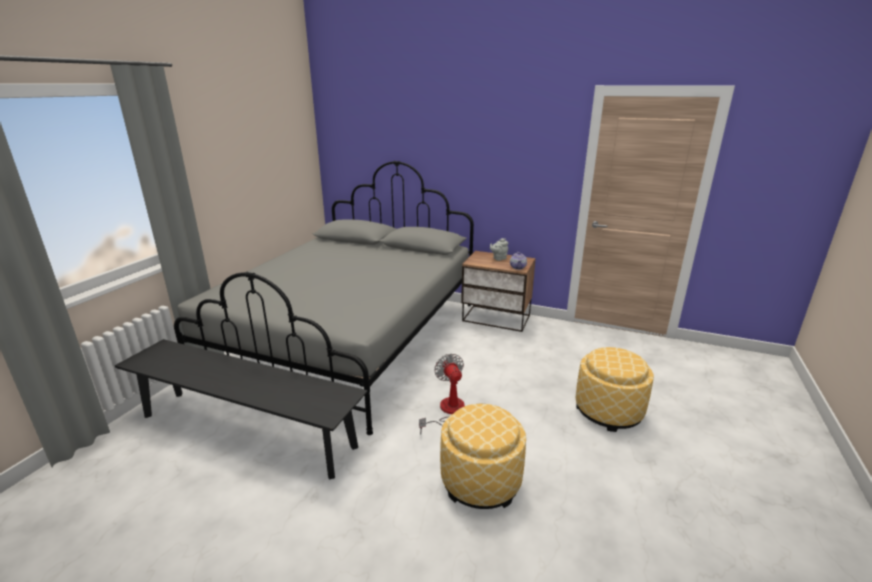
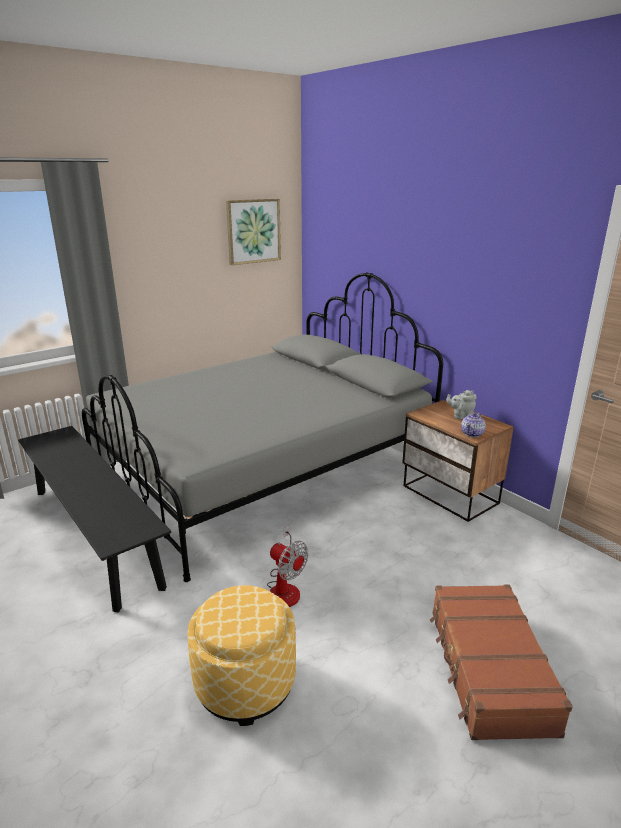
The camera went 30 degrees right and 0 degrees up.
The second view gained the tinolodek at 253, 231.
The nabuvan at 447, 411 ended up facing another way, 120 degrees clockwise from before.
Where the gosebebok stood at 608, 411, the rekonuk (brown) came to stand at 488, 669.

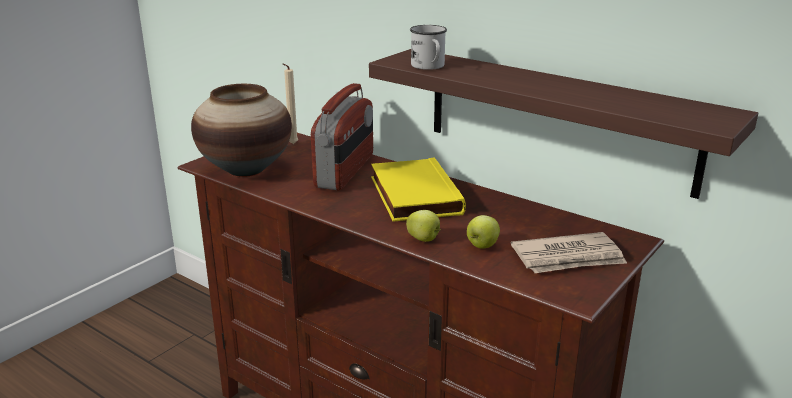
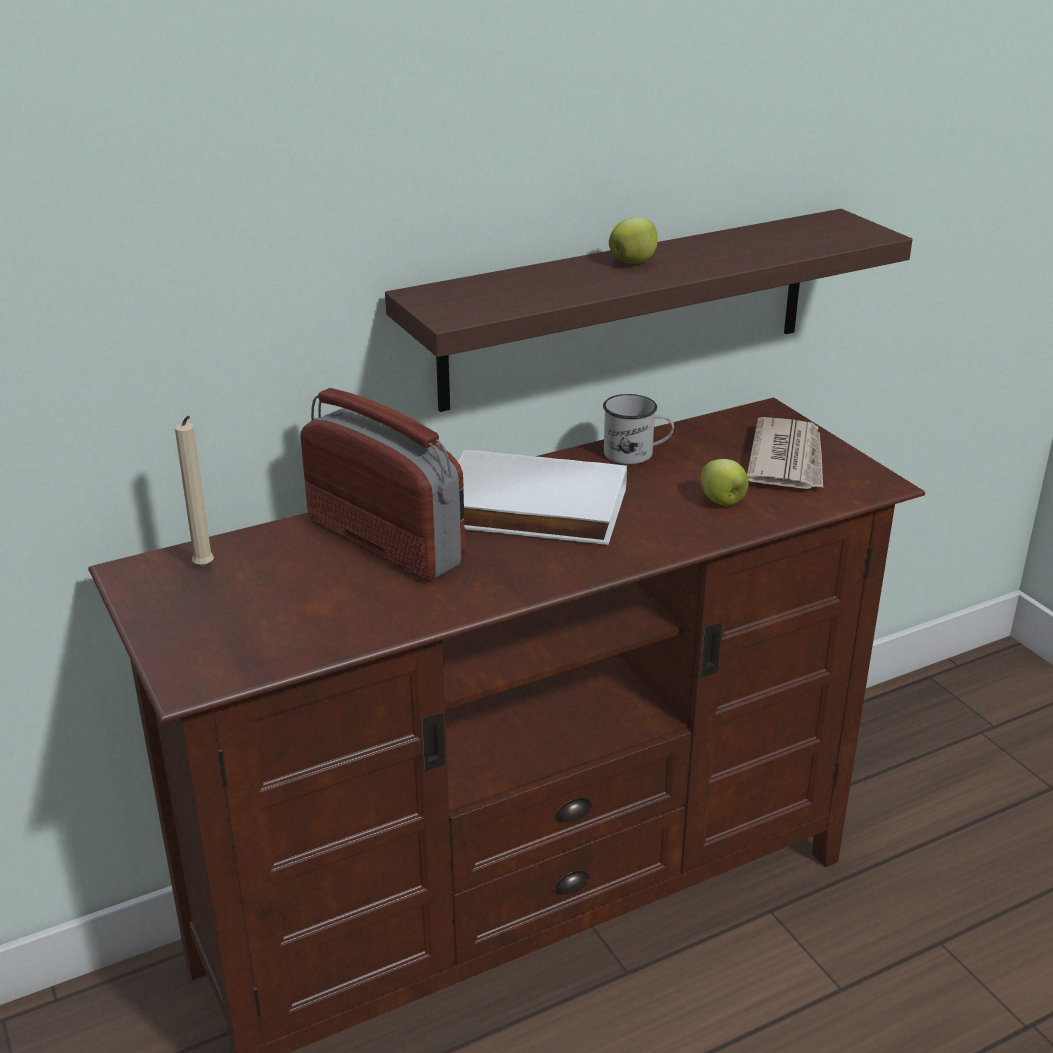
The camera went 65 degrees left and 5 degrees up.
What was the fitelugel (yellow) at 412, 195 turned into the fitelugel (white) at 531, 510.
The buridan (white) ended up elsewhere, having gone from 429, 67 to 636, 454.
The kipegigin ended up elsewhere, having gone from 424, 239 to 633, 262.
The second view lost the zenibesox at 245, 170.

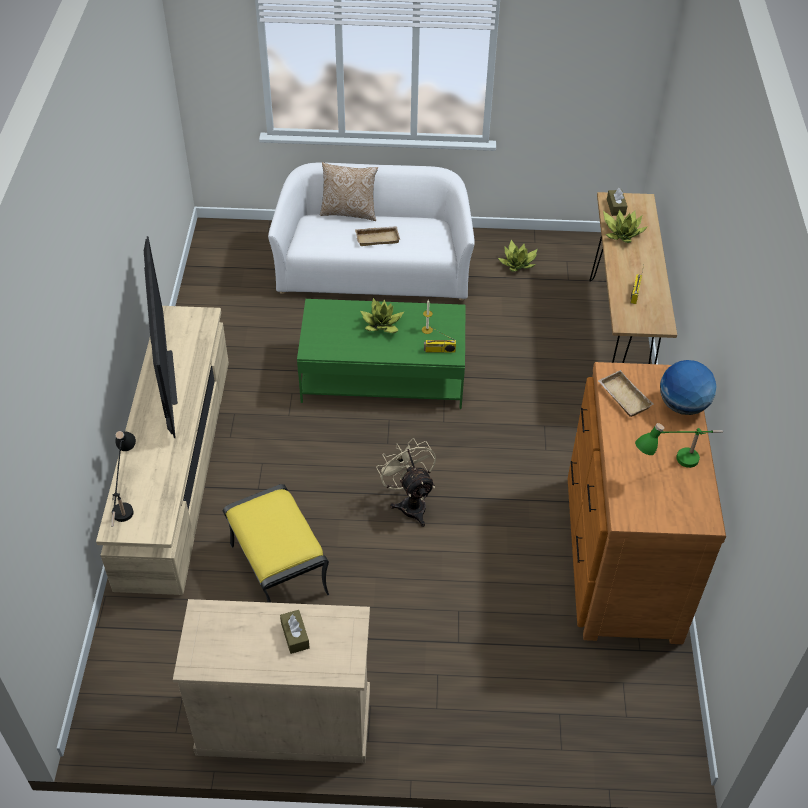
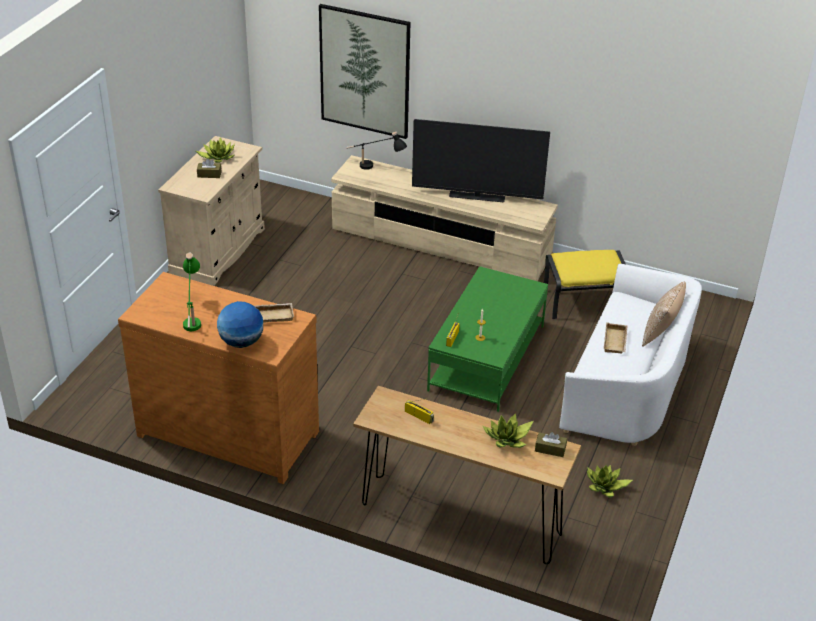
The camera went 110 degrees right and 10 degrees down.
The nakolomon ended up elsewhere, having gone from 382, 325 to 217, 157.
The second view gained the tinolodek at 365, 71.
The gosebebok (yellow) ended up elsewhere, having gone from 277, 568 to 583, 301.
The second view lost the nabuvan (beige) at 410, 503.

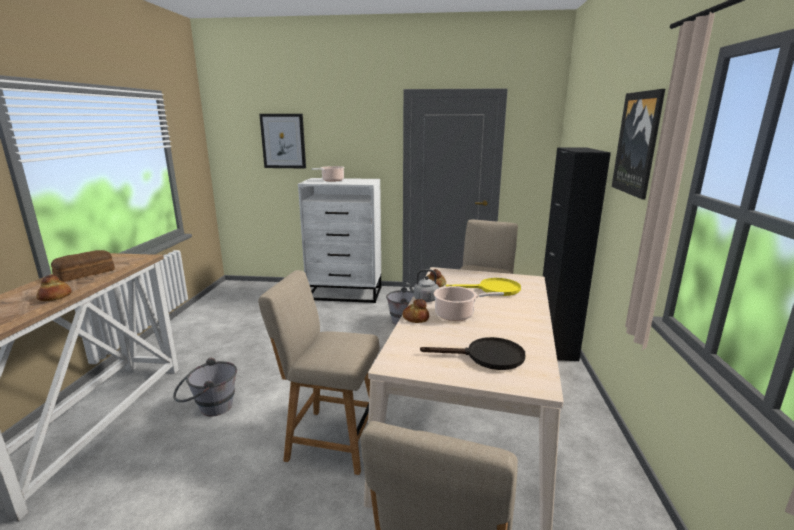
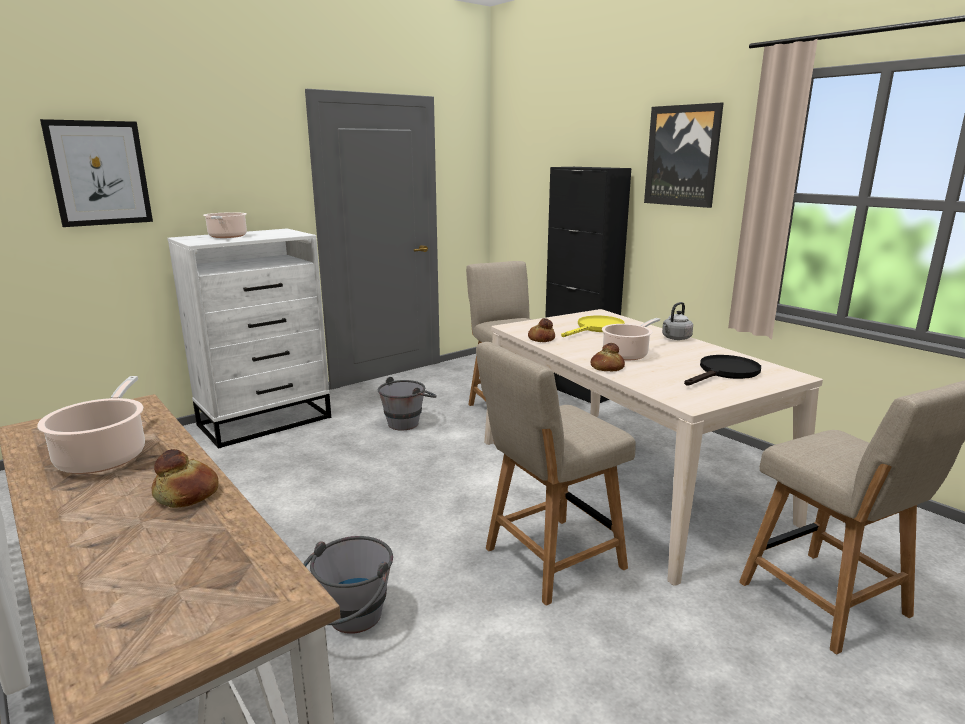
The camera went 45 degrees left and 0 degrees up.
Where the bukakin stood at 86, 273, the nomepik came to stand at 104, 456.
The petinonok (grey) ended up elsewhere, having gone from 424, 299 to 675, 338.

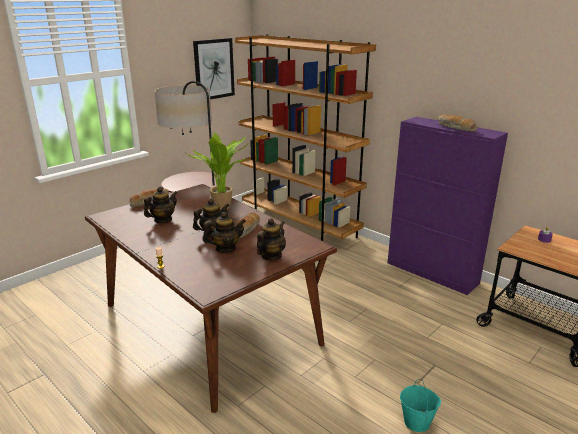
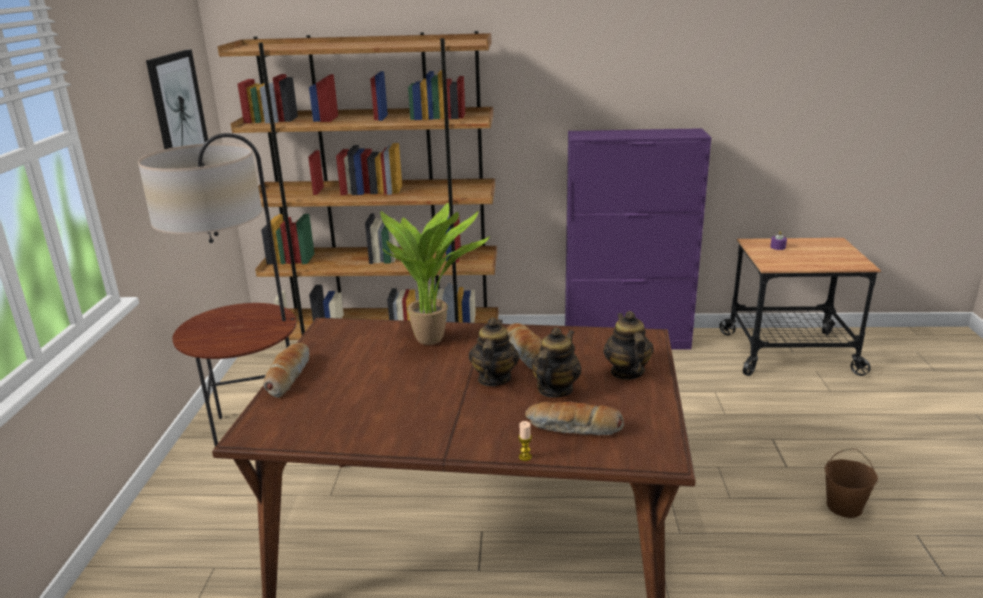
The camera went 40 degrees left and 0 degrees up.
The bukakin ended up elsewhere, having gone from 455, 128 to 574, 428.
What was the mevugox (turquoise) at 417, 422 turned into the mevugox (brown) at 844, 506.
The second view lost the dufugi at 163, 220.

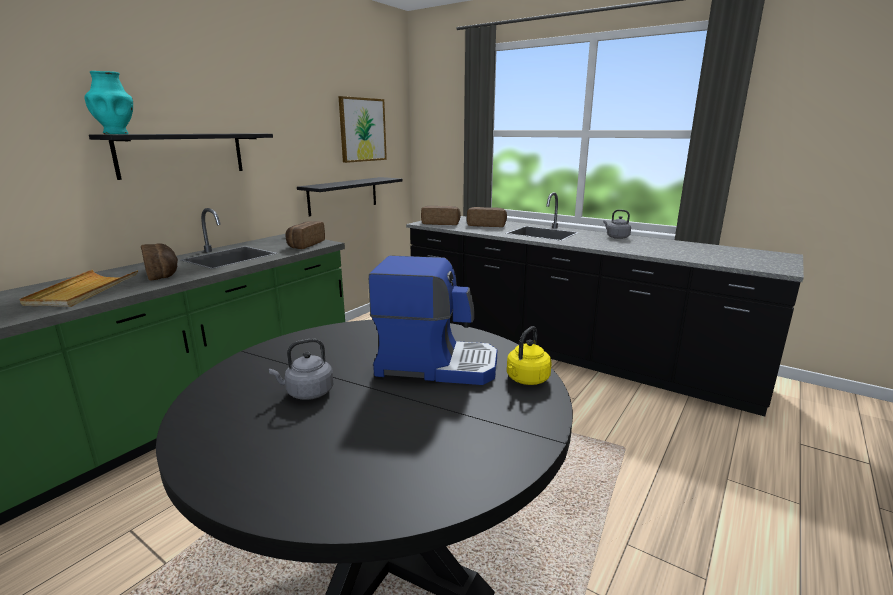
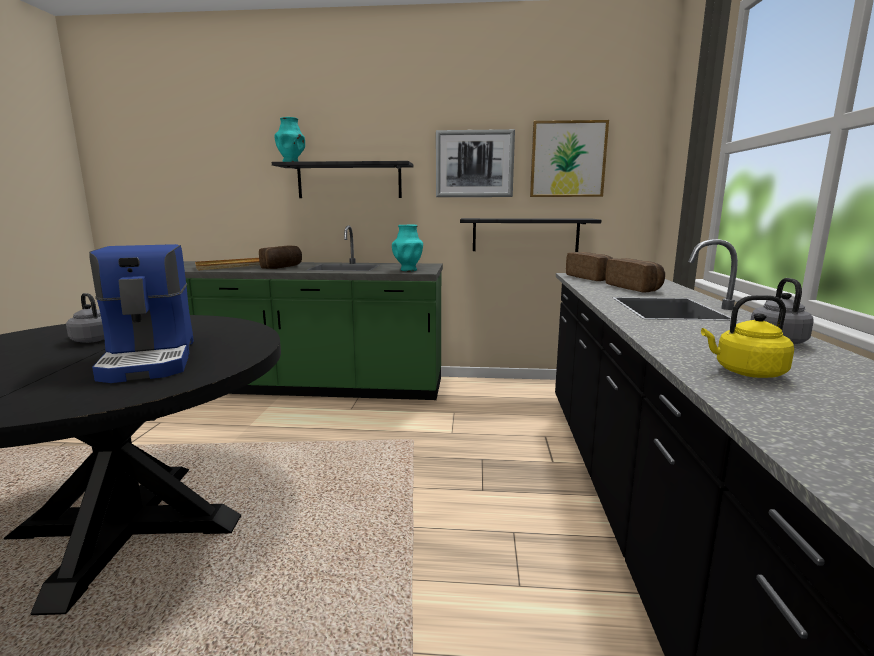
The camera went 60 degrees right and 5 degrees down.
Where the bukakin stood at 304, 244, the zenibesox (turquoise) came to stand at 408, 270.
The second view gained the tinolodek at 474, 164.
The petinonok (yellow) ended up elsewhere, having gone from 526, 380 to 746, 372.

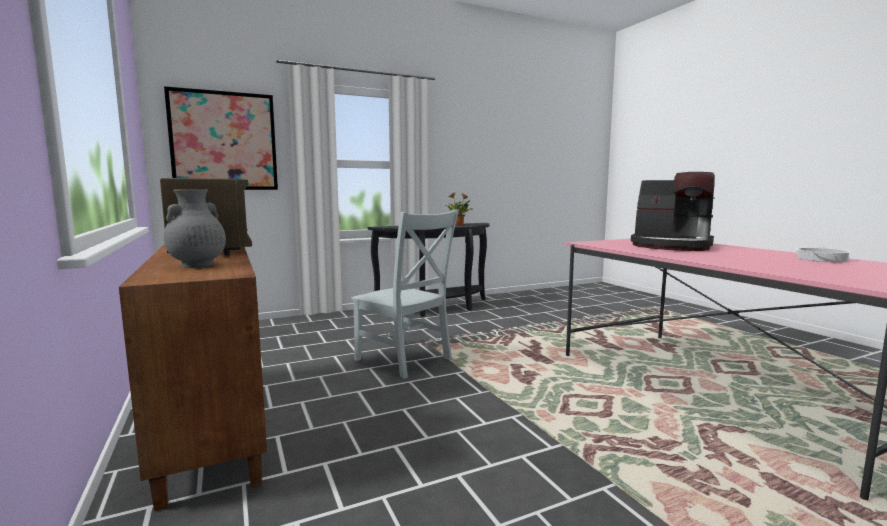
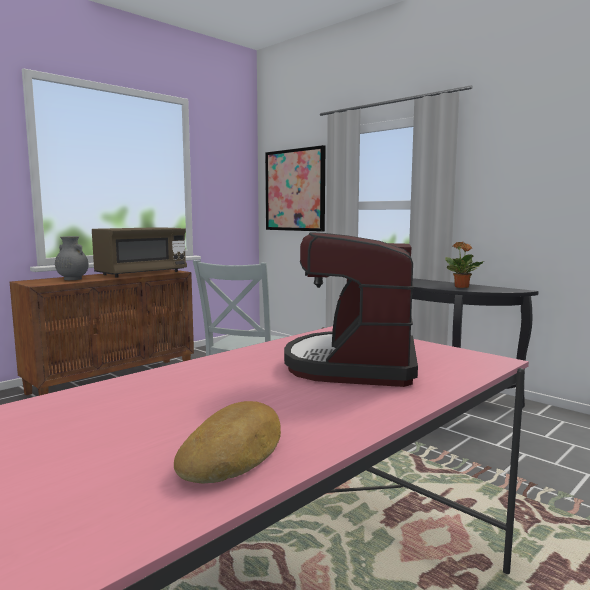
The camera went 70 degrees right and 0 degrees up.
Where the nomepik stood at 821, 259, the bukakin came to stand at 234, 453.

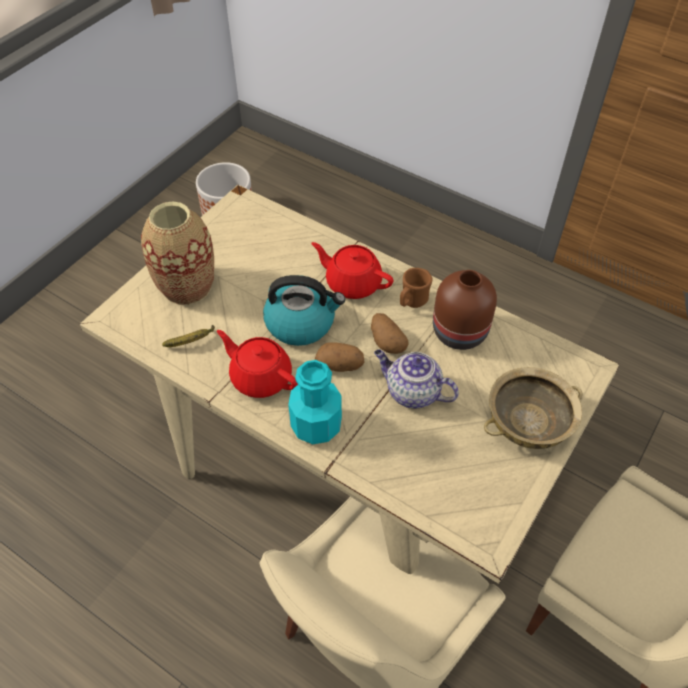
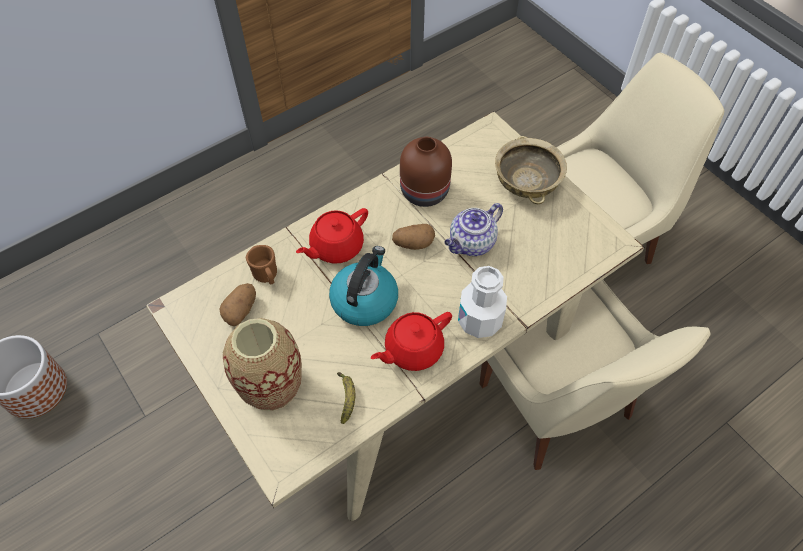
The camera went 70 degrees left and 5 degrees up.
The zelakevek ended up elsewhere, having gone from 340, 365 to 241, 310.
The buridan (brown) ended up elsewhere, having gone from 412, 302 to 267, 276.
What was the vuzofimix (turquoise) at 316, 425 turned into the vuzofimix (white) at 479, 320.

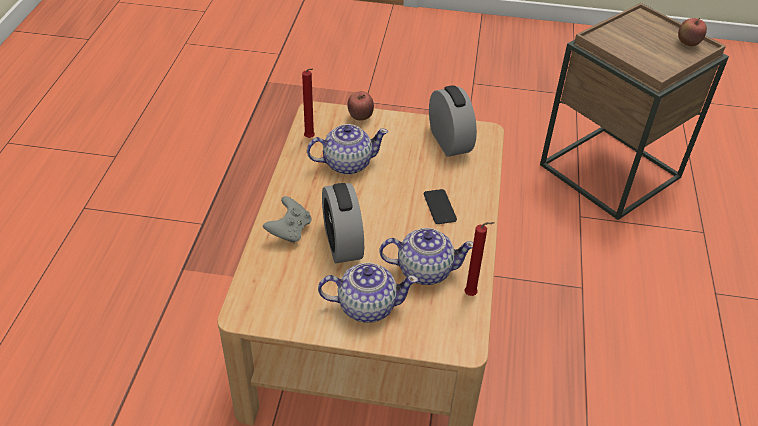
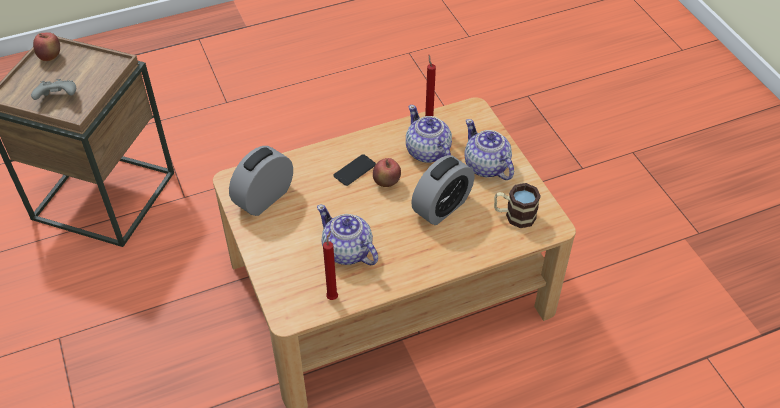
The camera went 120 degrees left and 5 degrees up.
The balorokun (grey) ended up elsewhere, having gone from 289, 231 to 58, 99.
The kipegigin ended up elsewhere, having gone from 360, 117 to 386, 183.
The second view gained the buridan at 514, 215.

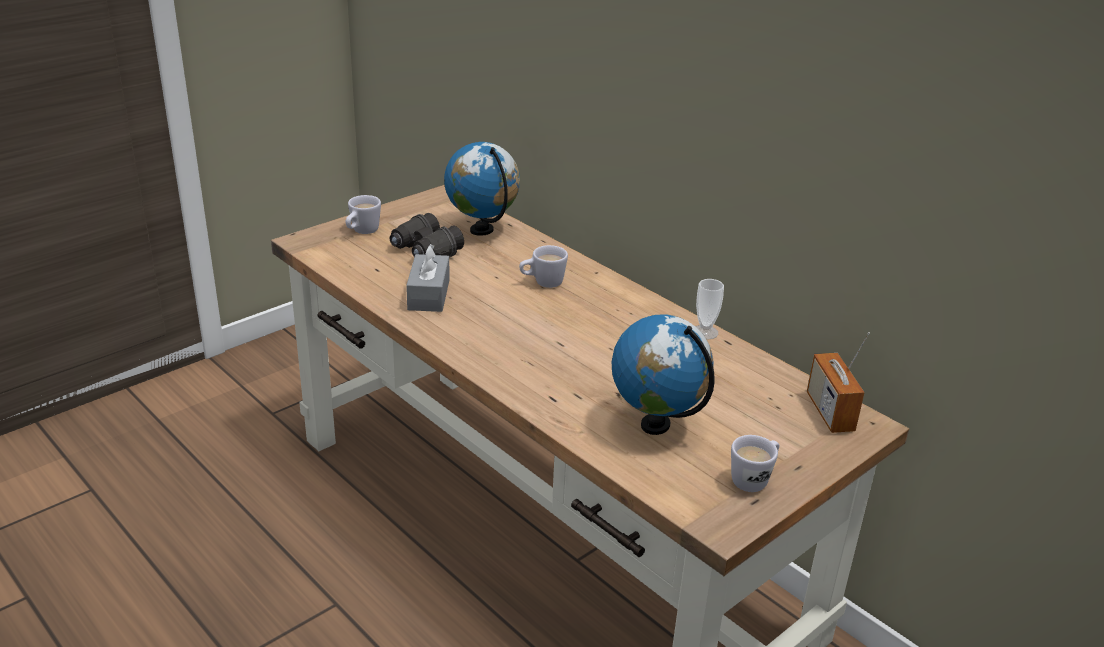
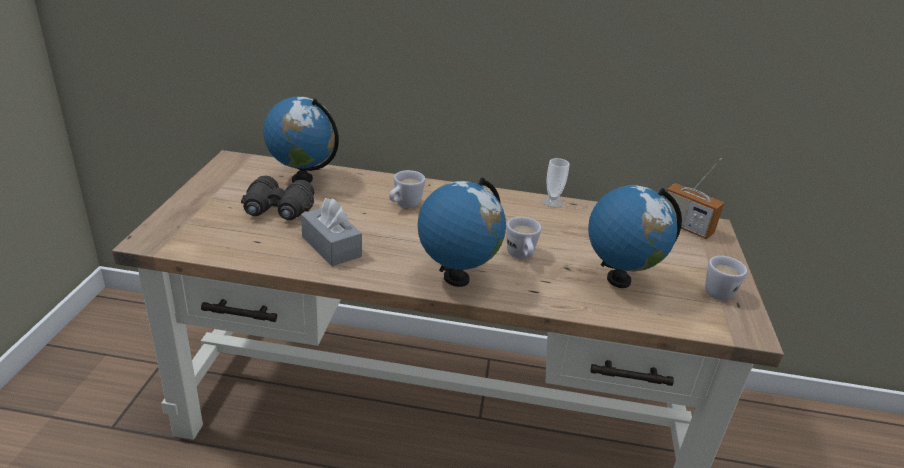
The camera went 40 degrees left and 0 degrees up.
The second view gained the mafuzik at 456, 278.
The buridan (white) ended up elsewhere, having gone from 362, 232 to 521, 256.

